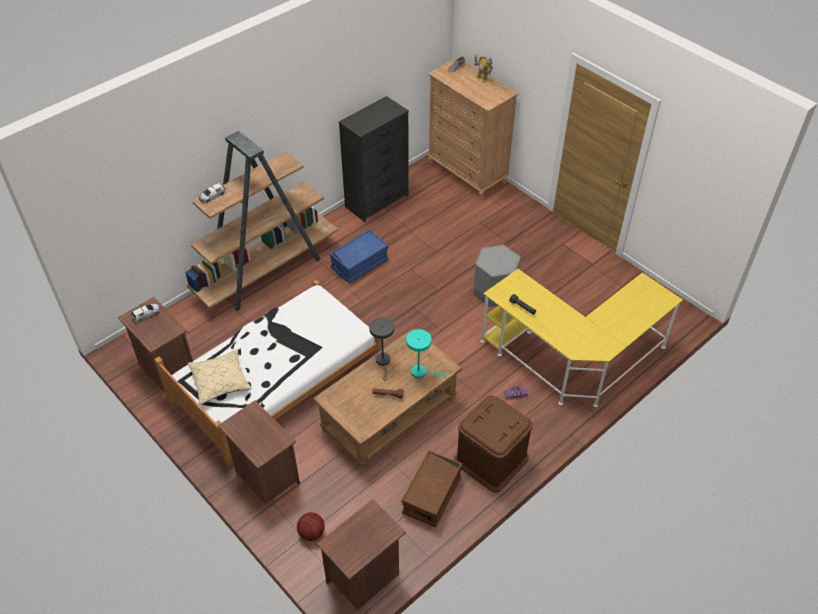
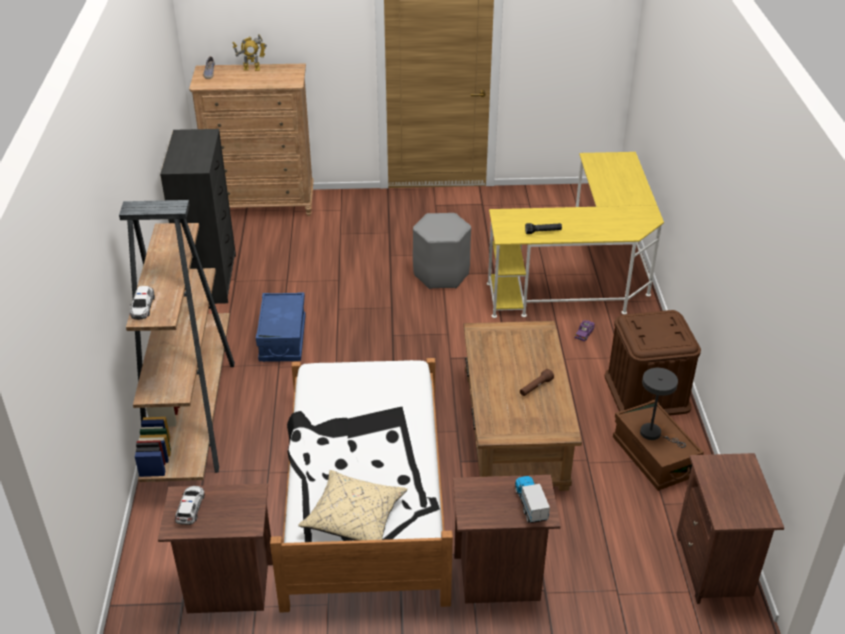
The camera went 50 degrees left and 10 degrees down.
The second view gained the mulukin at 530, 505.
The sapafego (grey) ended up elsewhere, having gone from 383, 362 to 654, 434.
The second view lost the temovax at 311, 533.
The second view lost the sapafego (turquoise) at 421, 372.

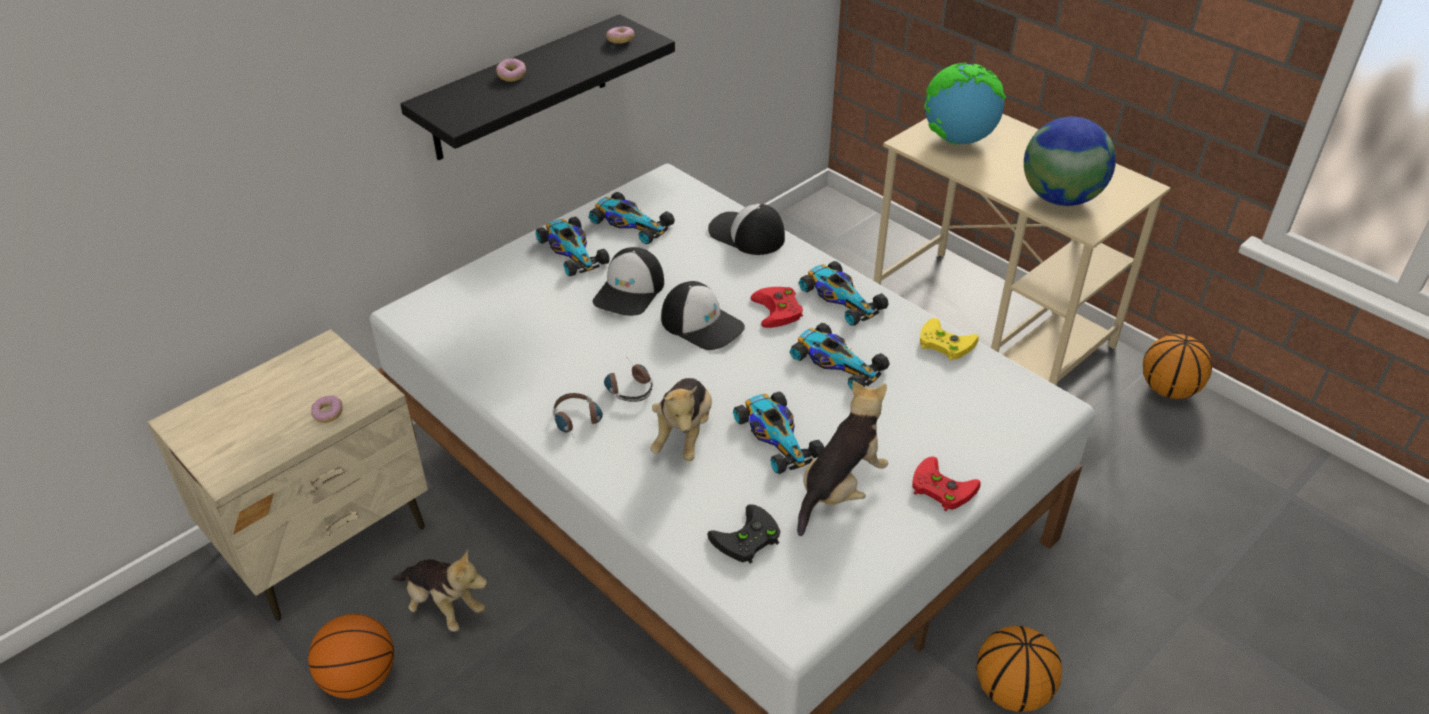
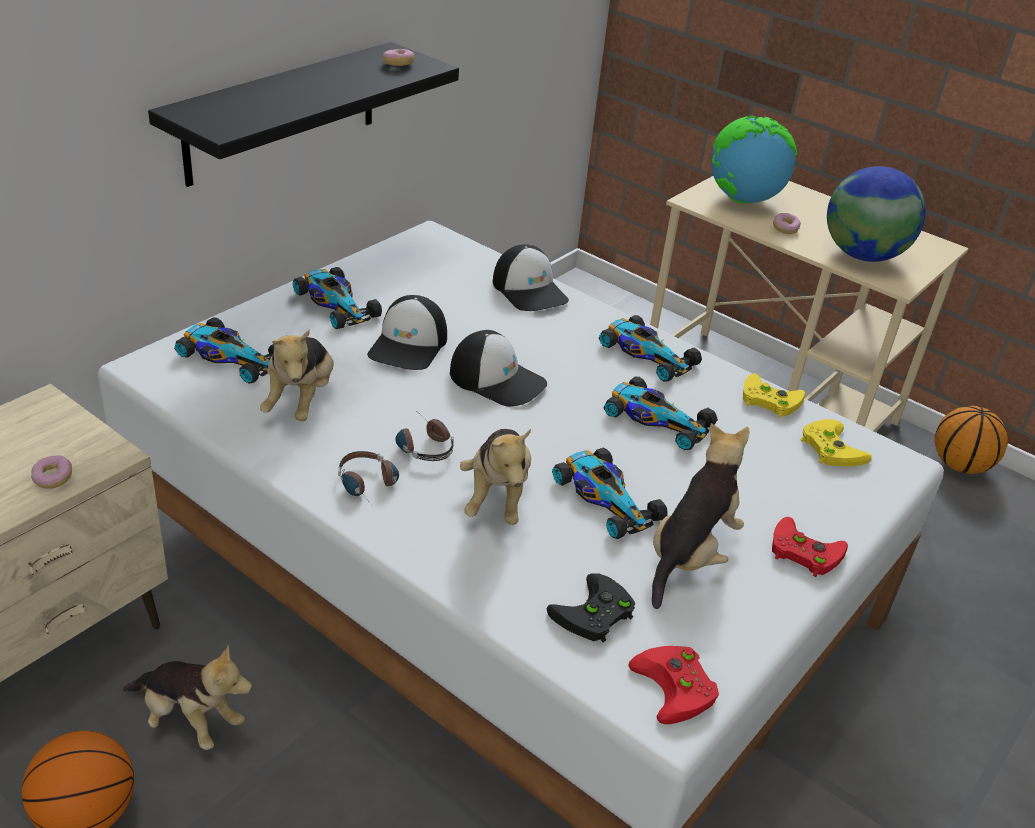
The camera went 10 degrees left and 5 degrees down.
The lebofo ended up elsewhere, having gone from 630, 223 to 230, 356.
The second view gained the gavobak at 301, 400.
The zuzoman at 746, 234 ended up facing another way, 150 degrees counterclockwise from before.
The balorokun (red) ended up elsewhere, having gone from 780, 310 to 678, 688.
The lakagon ended up elsewhere, having gone from 511, 76 to 785, 229.
The second view gained the balorokun (yellow) at 829, 447.
The second view lost the temovax at 1012, 692.

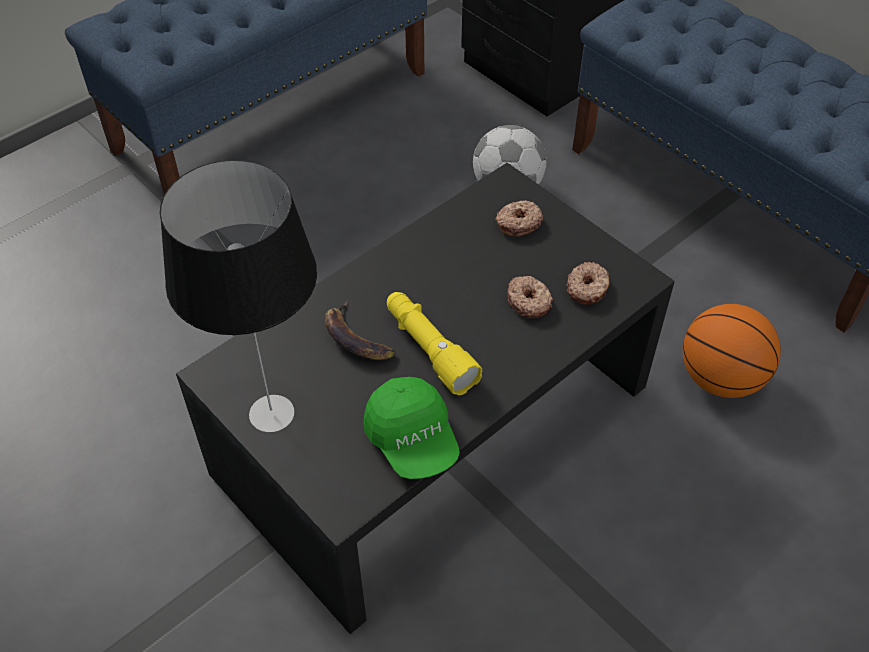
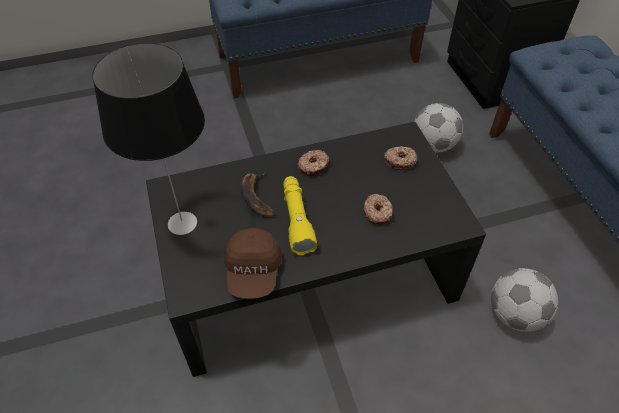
The camera went 25 degrees right and 0 degrees up.
What was the zuzoman (green) at 412, 440 turned into the zuzoman (brown) at 253, 271.
The lakagon ended up elsewhere, having gone from 588, 288 to 313, 166.
Where the temovax stood at 720, 378, the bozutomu came to stand at 514, 315.

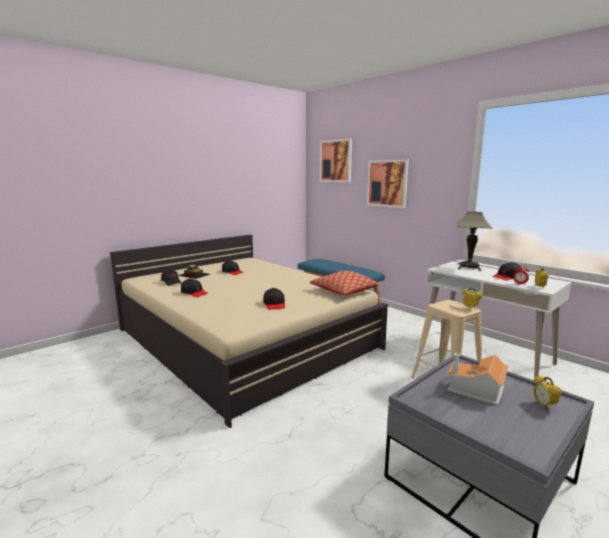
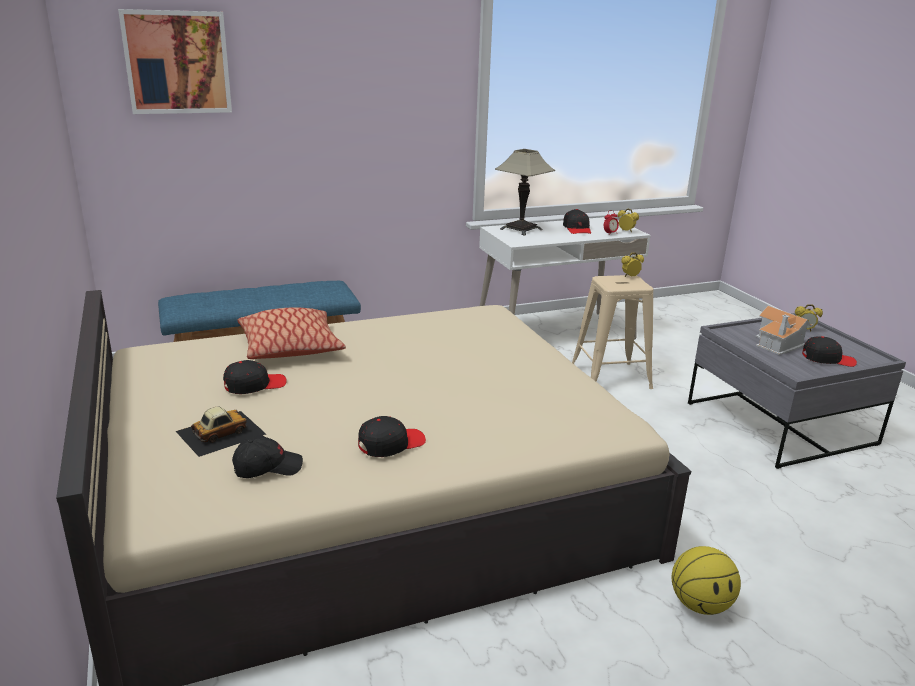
The camera went 70 degrees left and 10 degrees up.
The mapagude ended up elsewhere, having gone from 344, 291 to 290, 348.
The second view gained the temovax at 701, 605.
The zuzoman (black) ended up elsewhere, having gone from 274, 304 to 827, 359.
The second view lost the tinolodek at 387, 183.

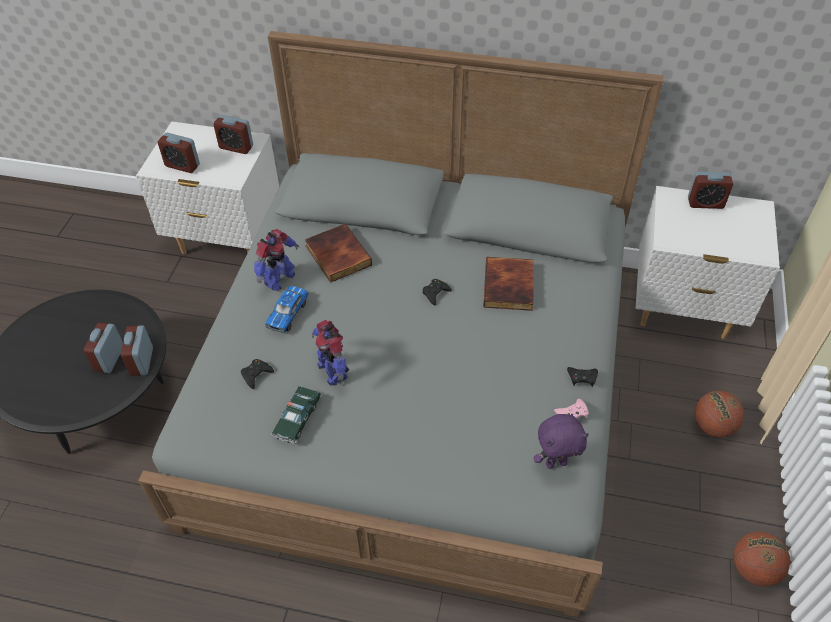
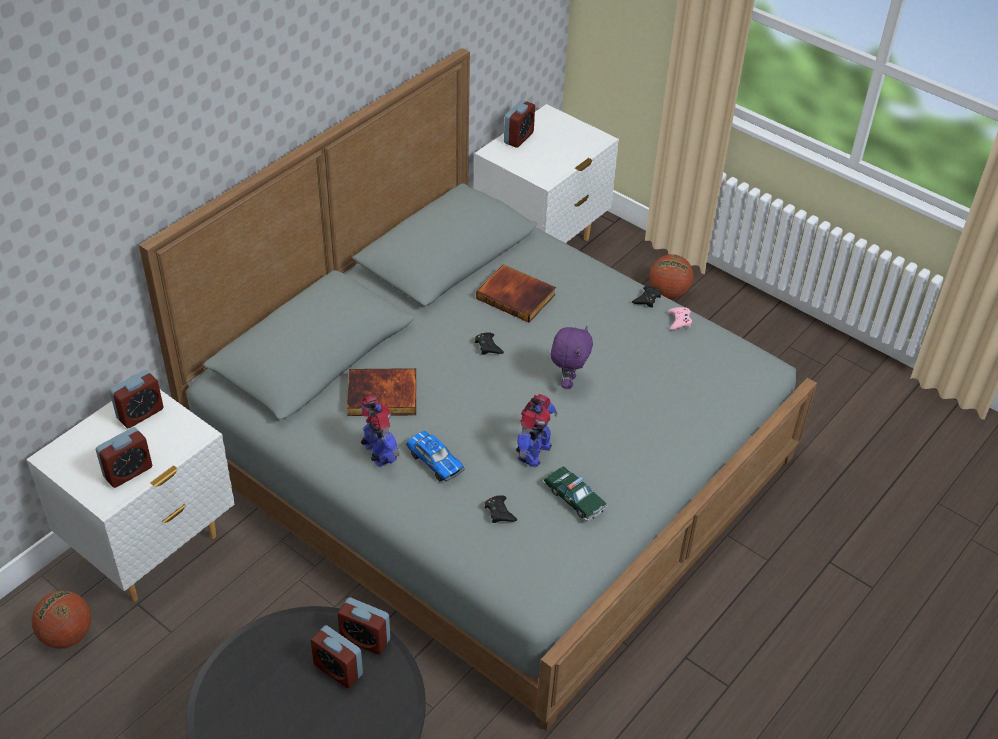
The camera went 65 degrees left and 5 degrees down.
The temovax ended up elsewhere, having gone from 753, 569 to 67, 635.
The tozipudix at 333, 370 ended up facing another way, 60 degrees counterclockwise from before.
The gavobak (purple) ended up elsewhere, having gone from 556, 462 to 568, 381.

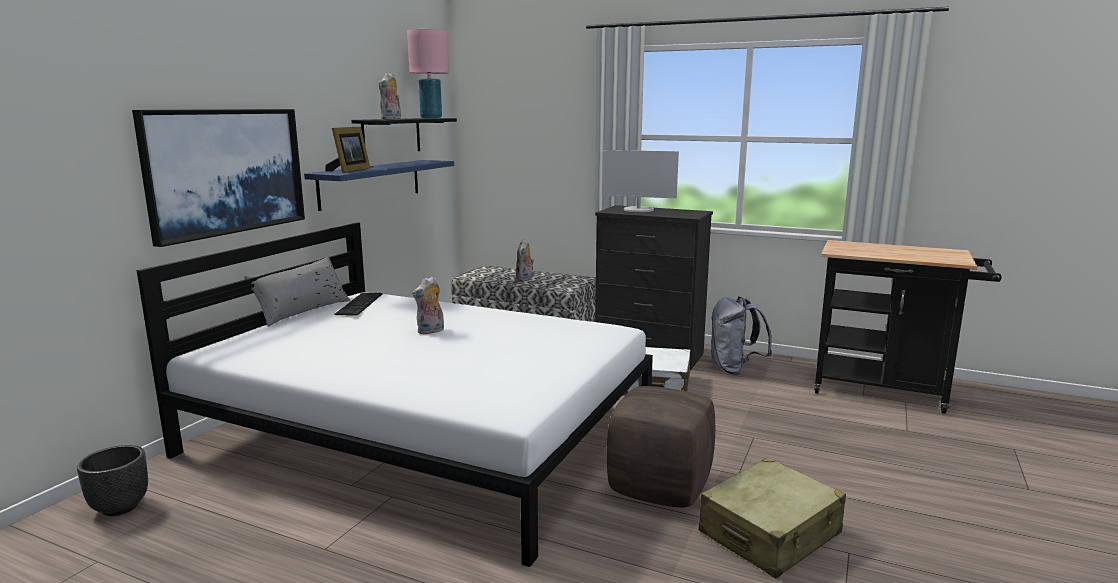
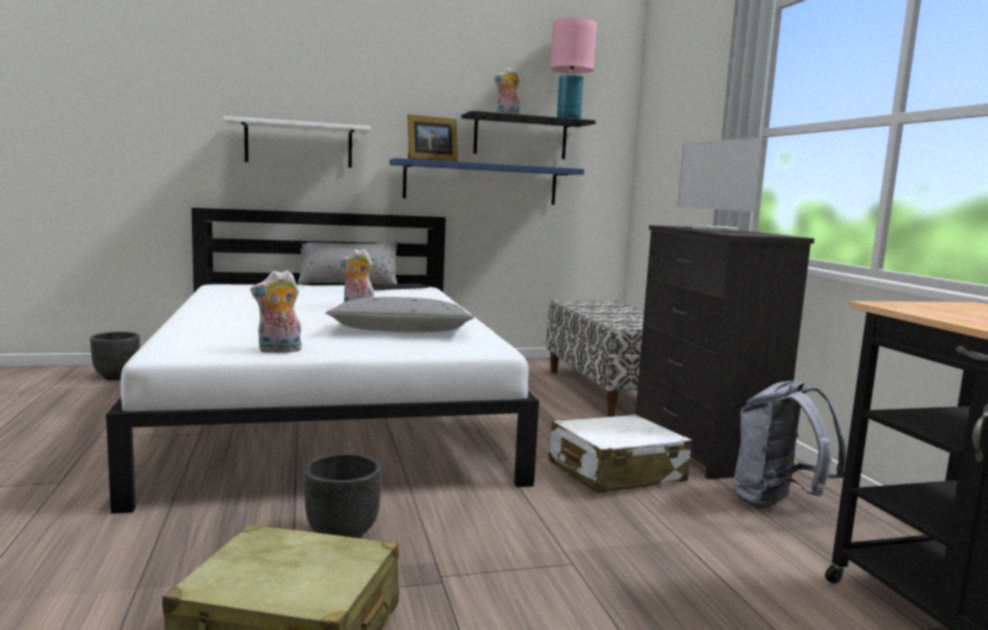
The camera went 50 degrees right and 5 degrees down.
Where the tinolodek hung at 225, 171, the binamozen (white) came to hang at 299, 144.
The gavobak ended up elsewhere, having gone from 525, 279 to 279, 350.
Where the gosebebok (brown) stood at 659, 487, the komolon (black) came to stand at 343, 534.
The second view gained the mapagude (grey) at 401, 332.

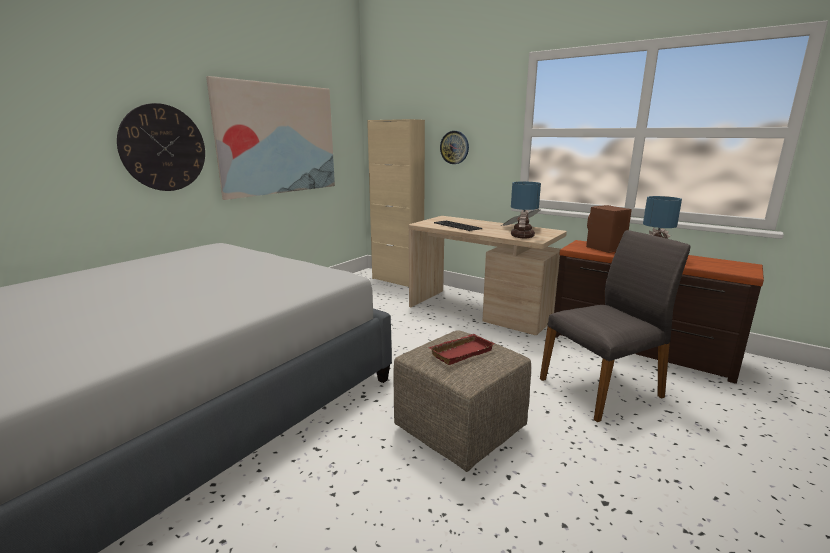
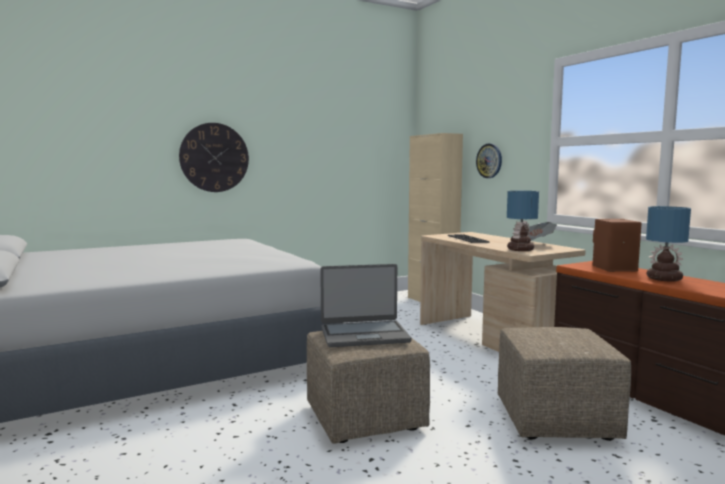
The camera went 25 degrees right and 10 degrees down.
Where the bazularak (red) stood at 461, 352, the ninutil came to stand at 364, 335.
Where the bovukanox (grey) stood at 602, 388, the gosebebok (beige) came to stand at 557, 421.
The second view lost the tinolodek at 278, 139.

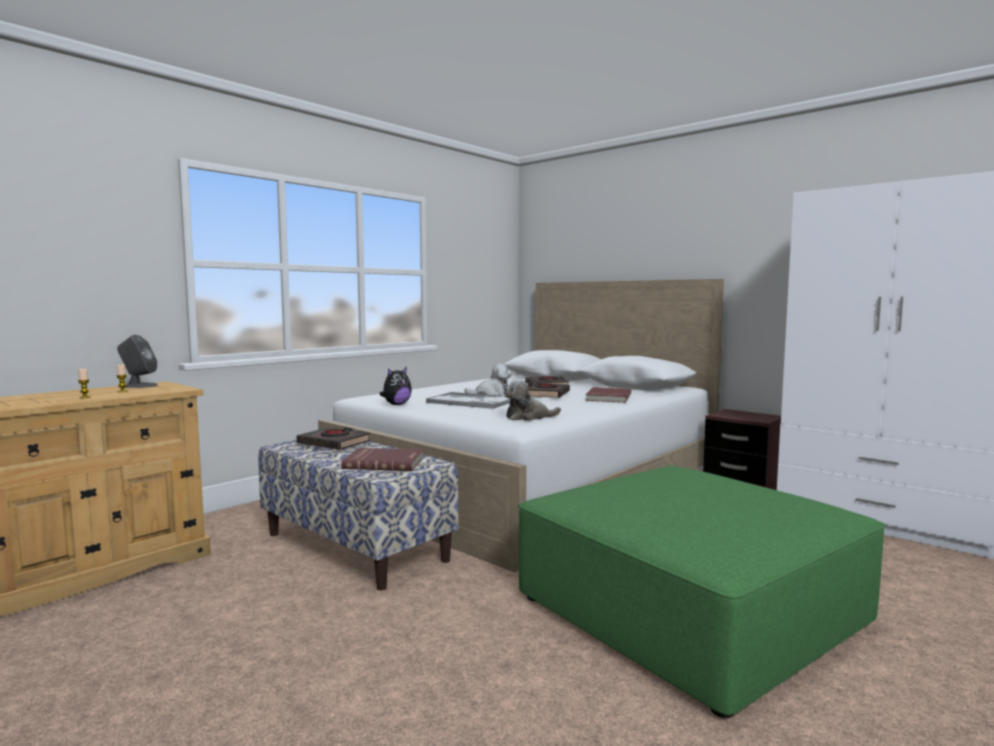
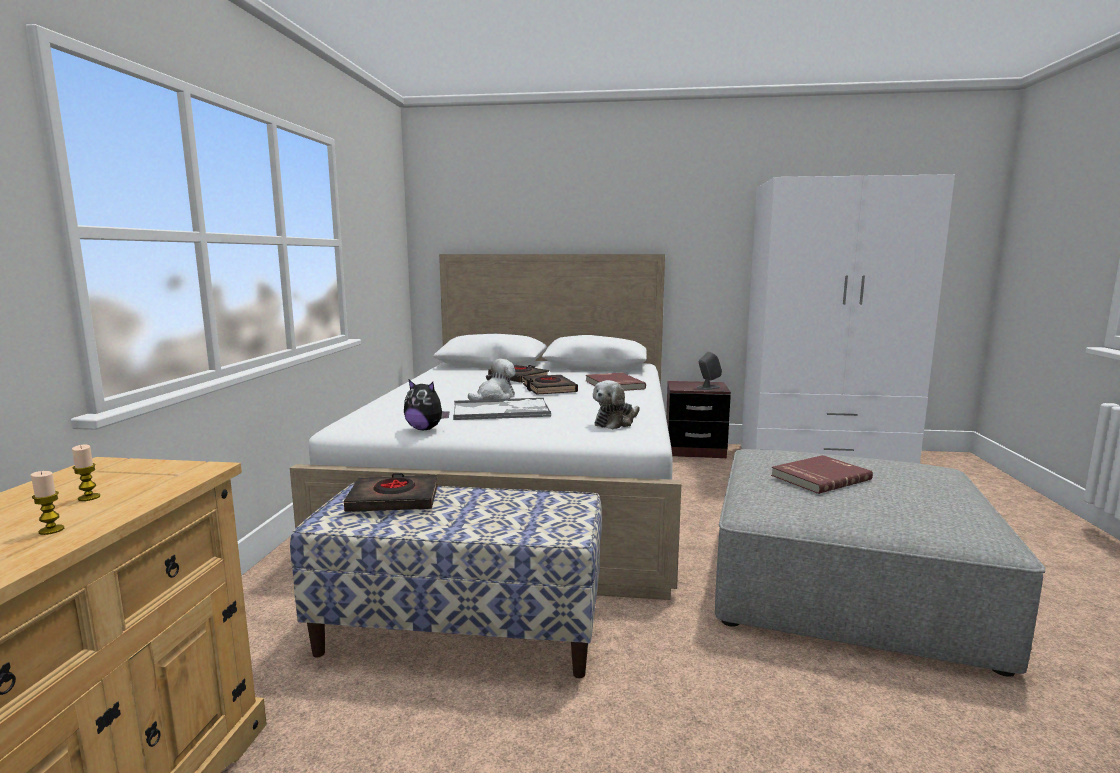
The camera went 35 degrees left and 5 degrees up.
The gavobak at 396, 404 ended up facing another way, 105 degrees clockwise from before.
The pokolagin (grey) ended up elsewhere, having gone from 138, 386 to 708, 387.
What was the gosebebok (green) at 687, 609 turned into the gosebebok (grey) at 844, 585.
The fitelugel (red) ended up elsewhere, having gone from 384, 462 to 819, 477.

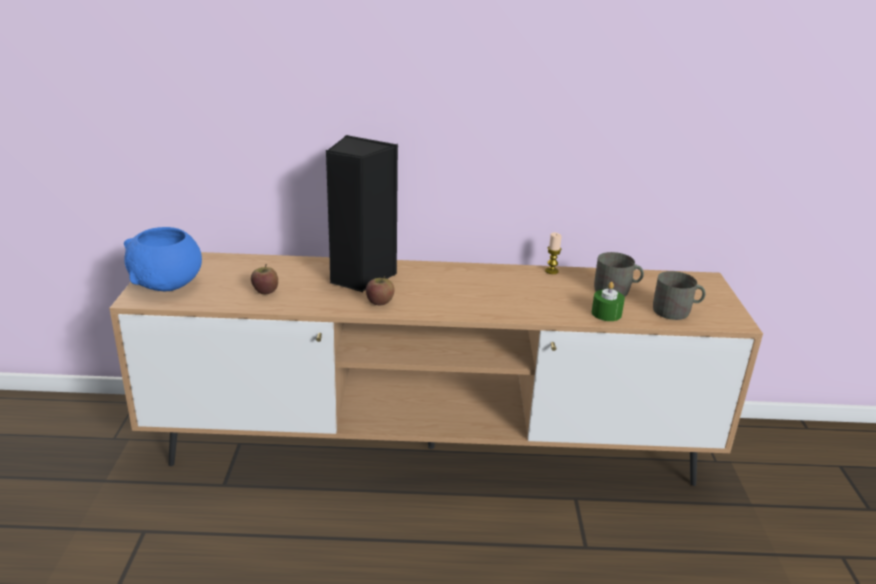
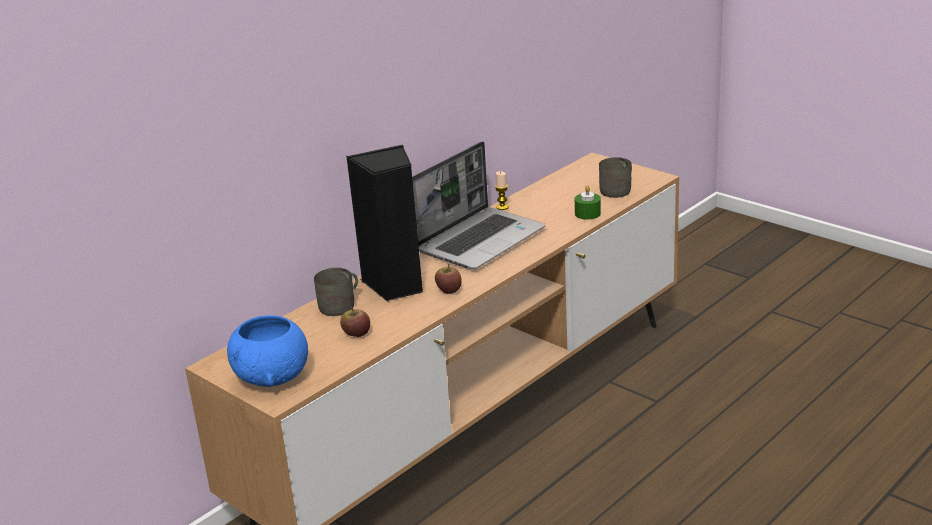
The camera went 45 degrees left and 0 degrees up.
The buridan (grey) ended up elsewhere, having gone from 616, 291 to 341, 305.
The second view gained the ninutil at 480, 240.

